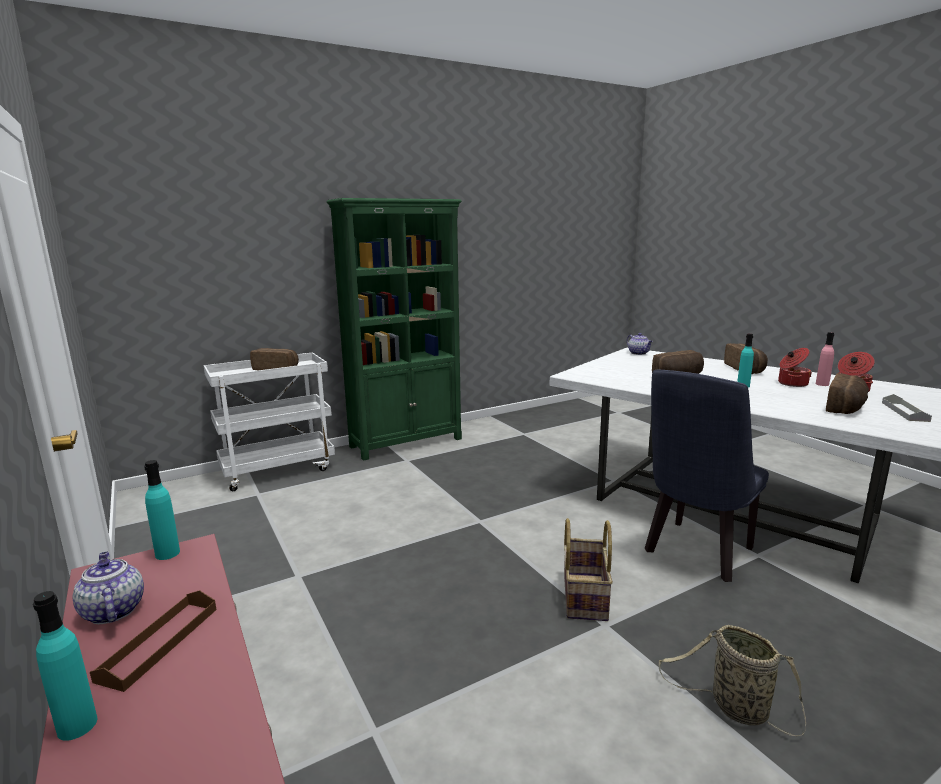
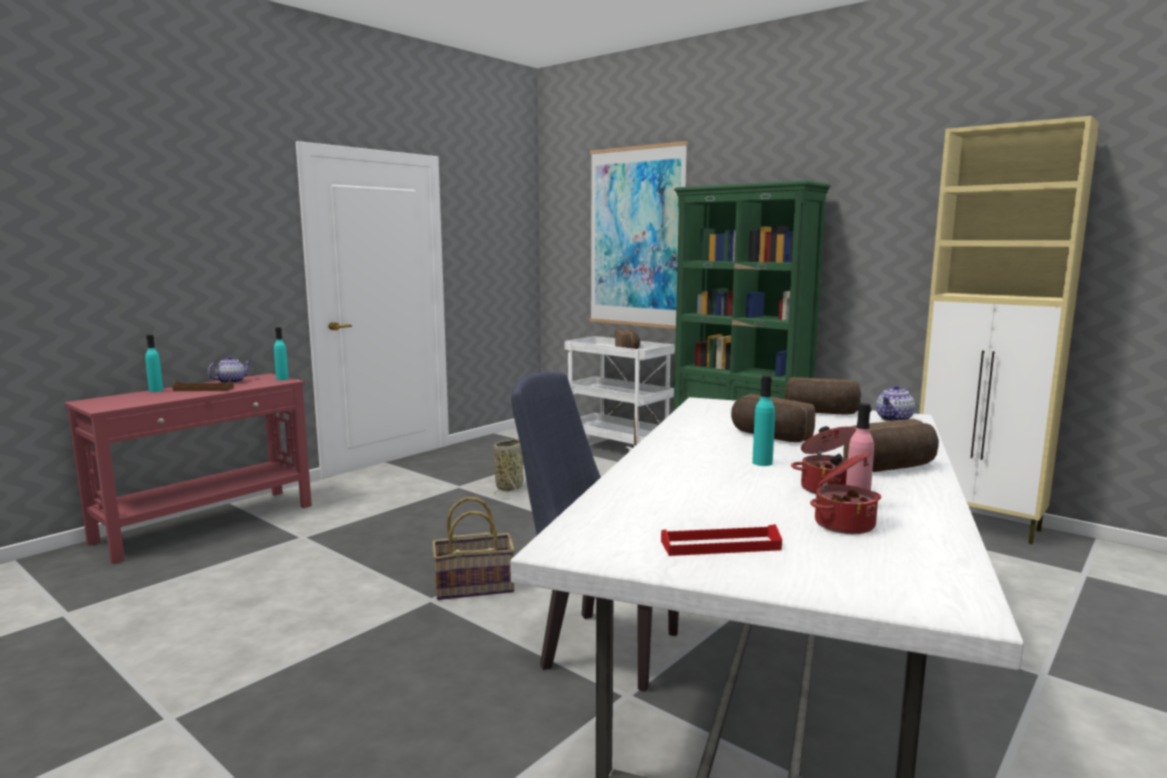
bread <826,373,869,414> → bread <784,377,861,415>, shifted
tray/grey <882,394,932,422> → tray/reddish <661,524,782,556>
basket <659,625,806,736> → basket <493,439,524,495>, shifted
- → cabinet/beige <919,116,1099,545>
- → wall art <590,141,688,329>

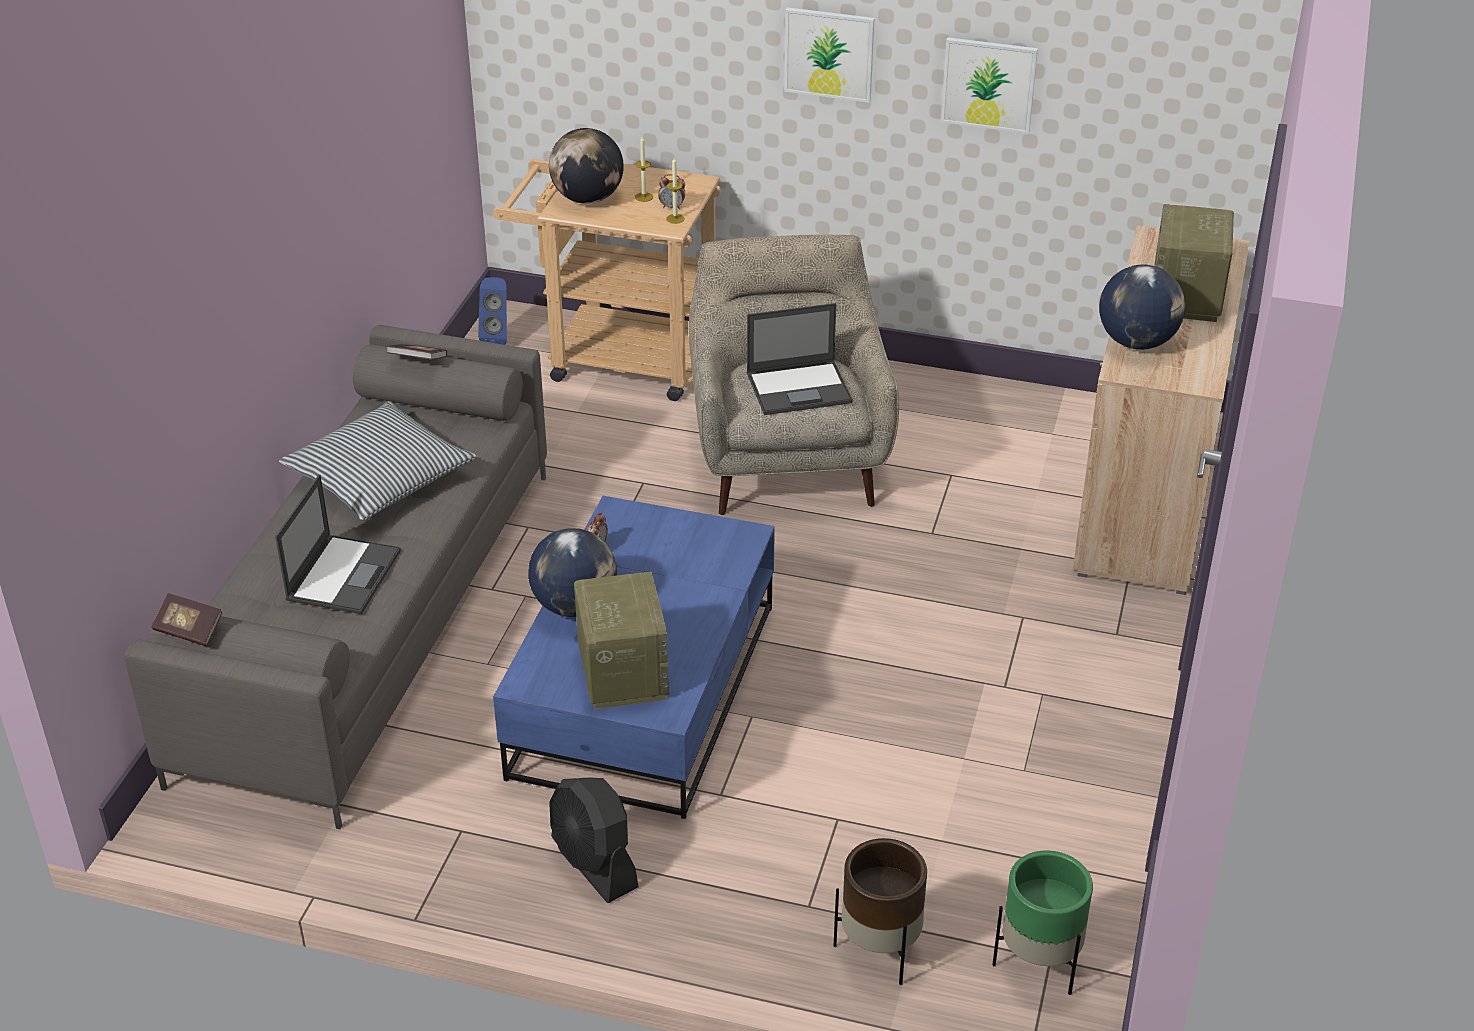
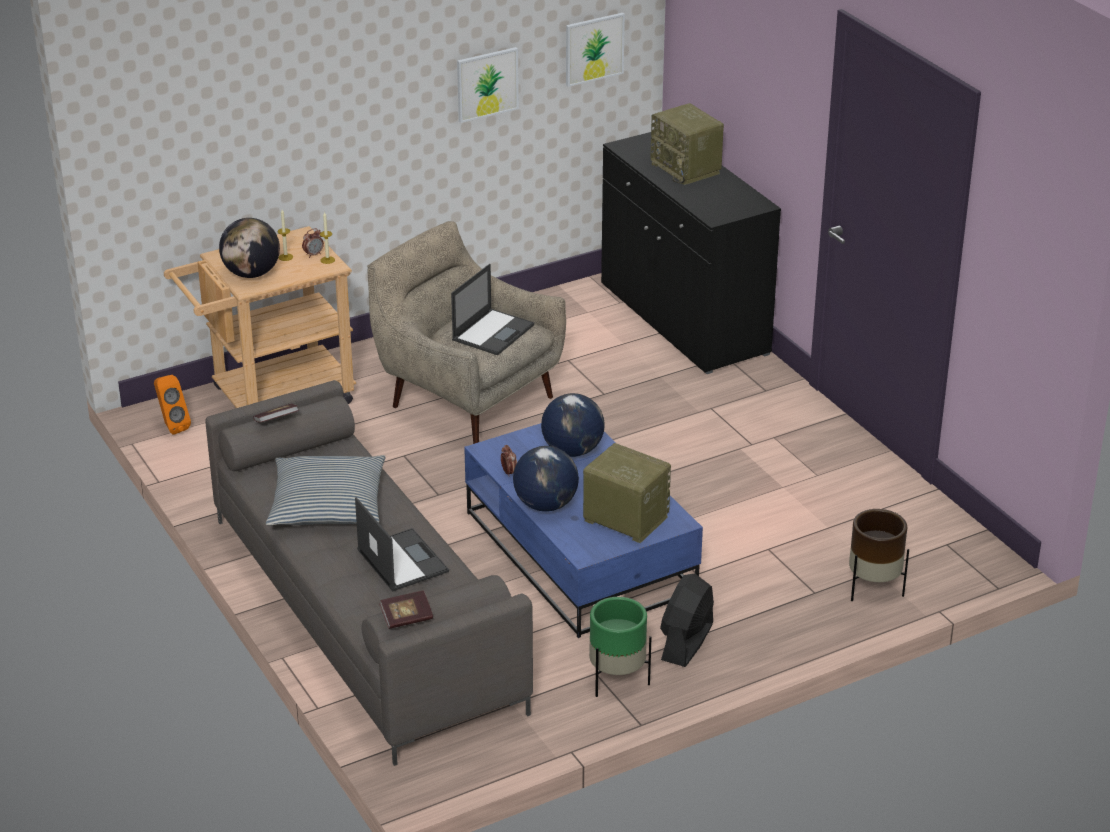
wall art <784,7,875,103> → wall art <566,13,625,87>, shifted
cabinet/beige <1072,225,1250,595> → cabinet/blackish <601,132,781,374>
desk globe <1099,265,1185,350> → desk globe <541,393,605,457>, shifted
speaker/bluish <478,277,507,345> → speaker/orange <154,375,191,435>
cooling fan/blackish <549,778,639,903> → cooling fan/blackish <660,574,714,667>, 105 degrees clockwise
plant pot/green <992,850,1093,995> → plant pot/green <589,597,652,697>, shifted

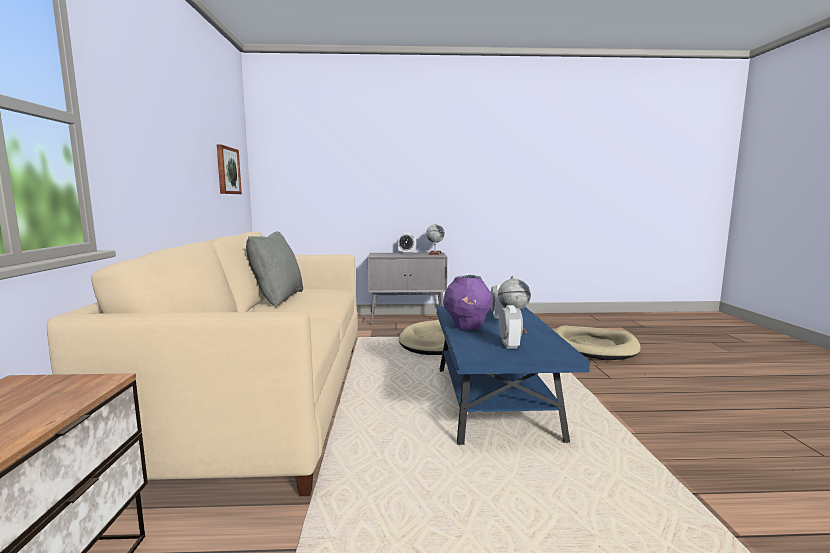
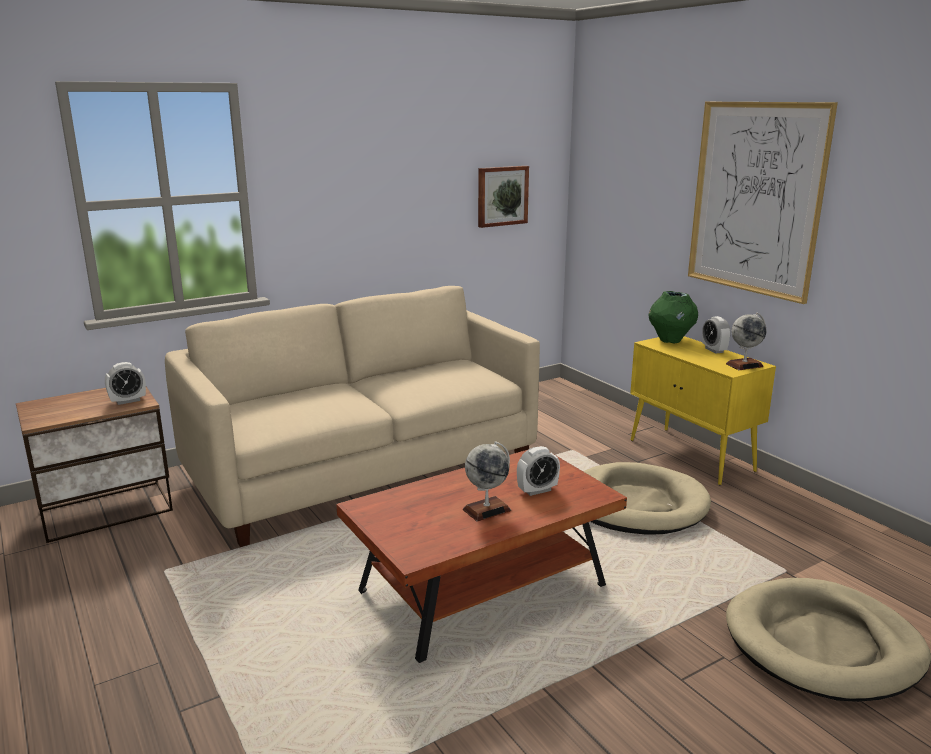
throw pillow/grey <246,232,303,307> → -
cabinet/grey <368,252,447,325> → cabinet/yellowish <630,336,776,485>
flower vase/purplish <443,275,493,330> → -
alarm clock <499,305,523,349> → alarm clock <105,362,146,405>, shifted
lounge table/bluish <437,306,590,446> → lounge table/brownish <336,446,627,663>
- → wall art <688,102,838,304>
- → flower vase/green <649,291,698,343>

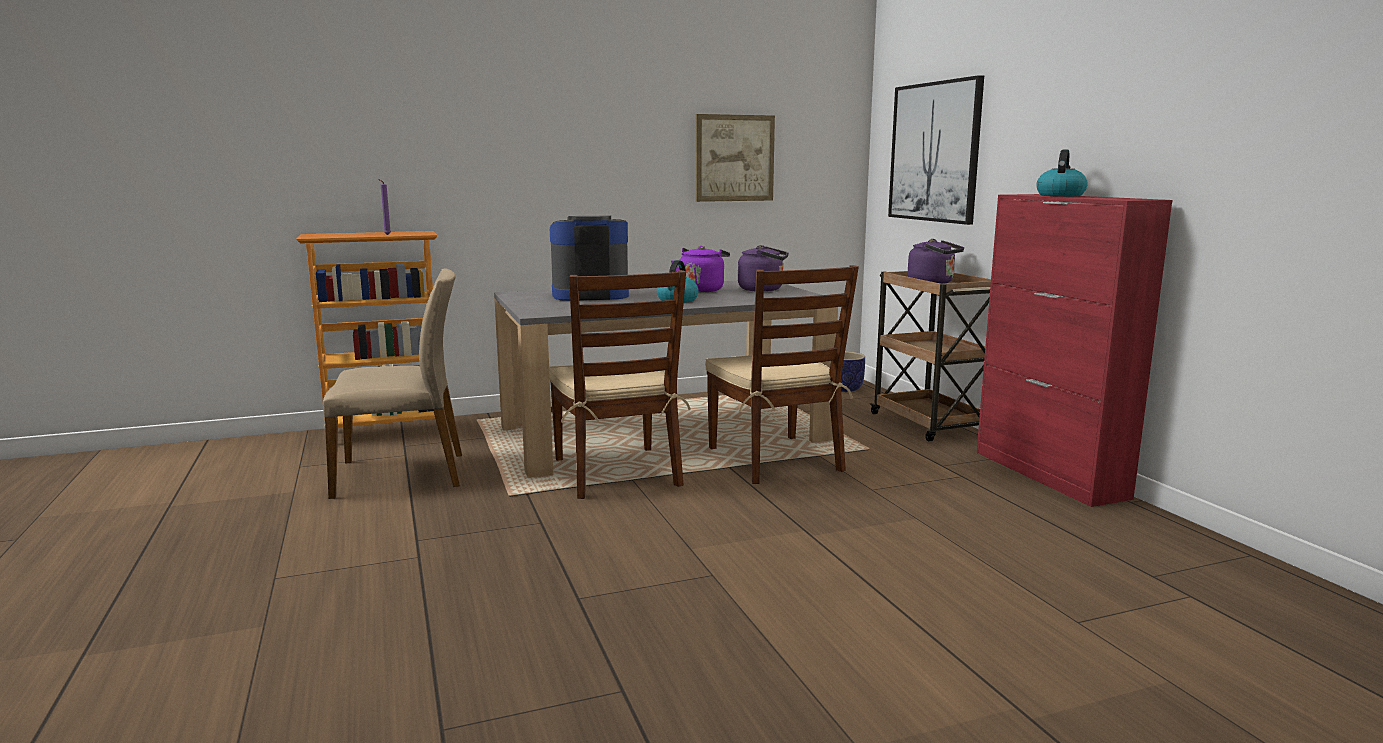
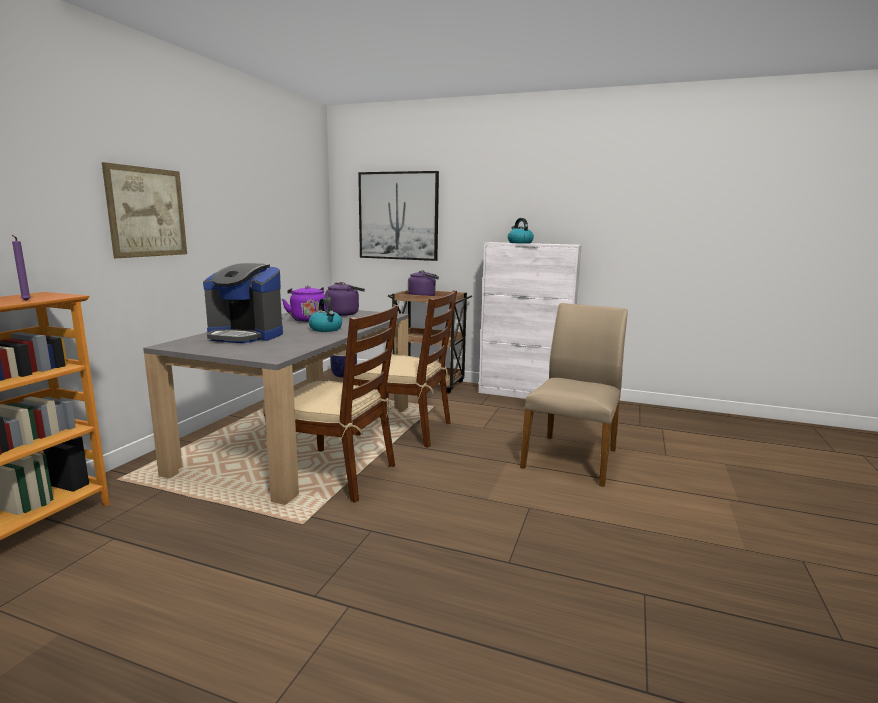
wall art <696,114,775,202> → wall art <102,162,187,258>, shifted
cabinet/reddish <977,194,1173,507> → cabinet/white-coloured <479,242,582,399>
coffee machine <550,215,629,301> → coffee machine <203,263,283,343>, 105 degrees counterclockwise
upright chair/beige <323,268,462,499> → upright chair/beige <520,303,628,487>, shifted

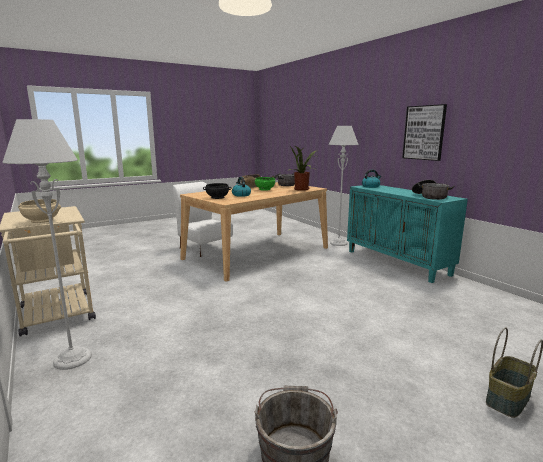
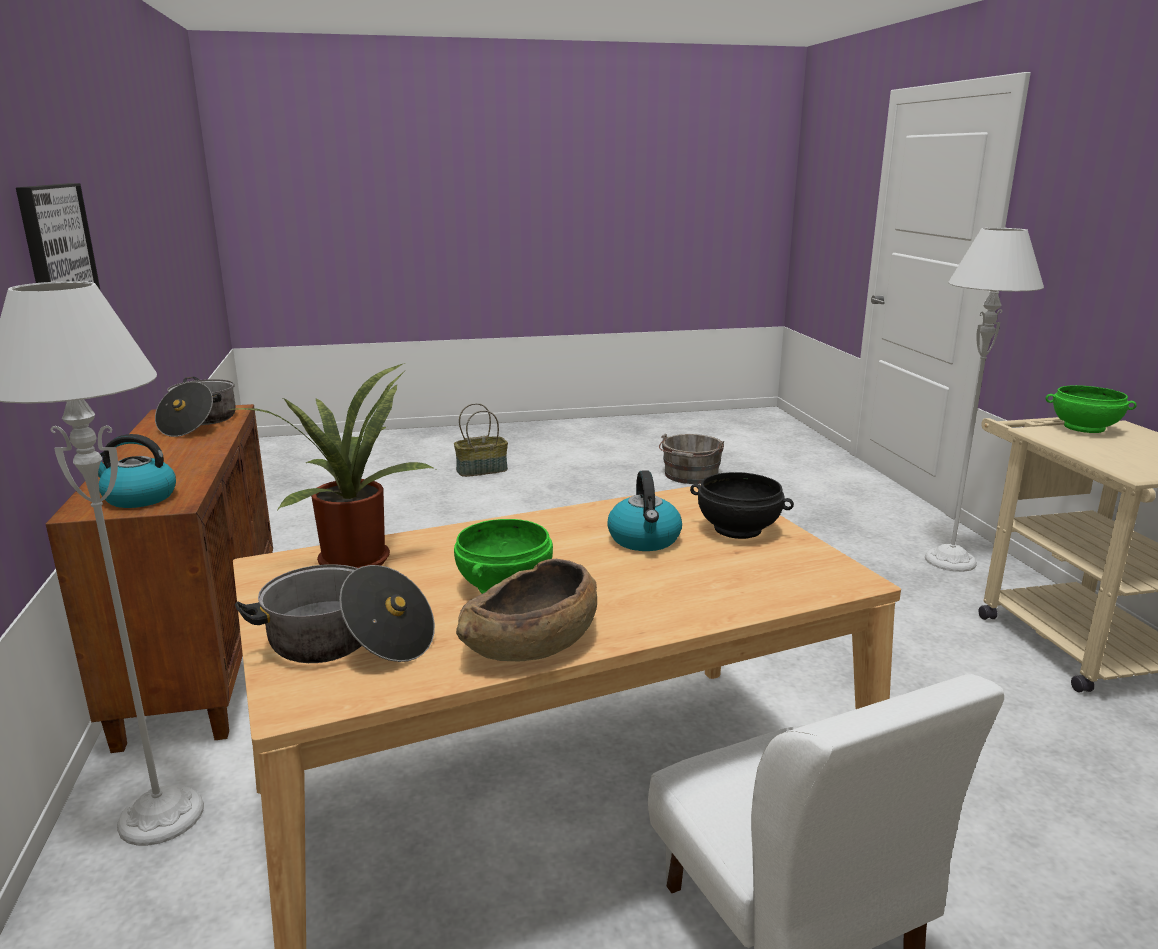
cabinet/turquoise-coloured <347,185,468,283> → cabinet/brownish <46,404,273,753>
serving bowl/beige <18,199,61,223> → serving bowl/green <1046,385,1137,433>

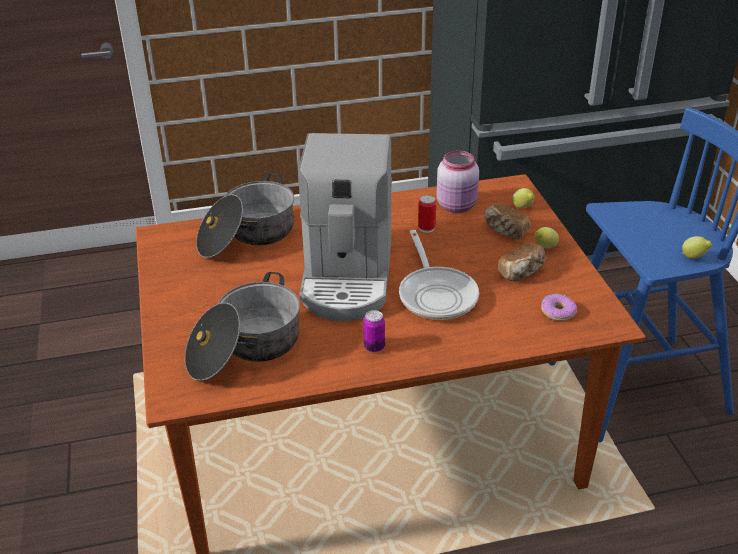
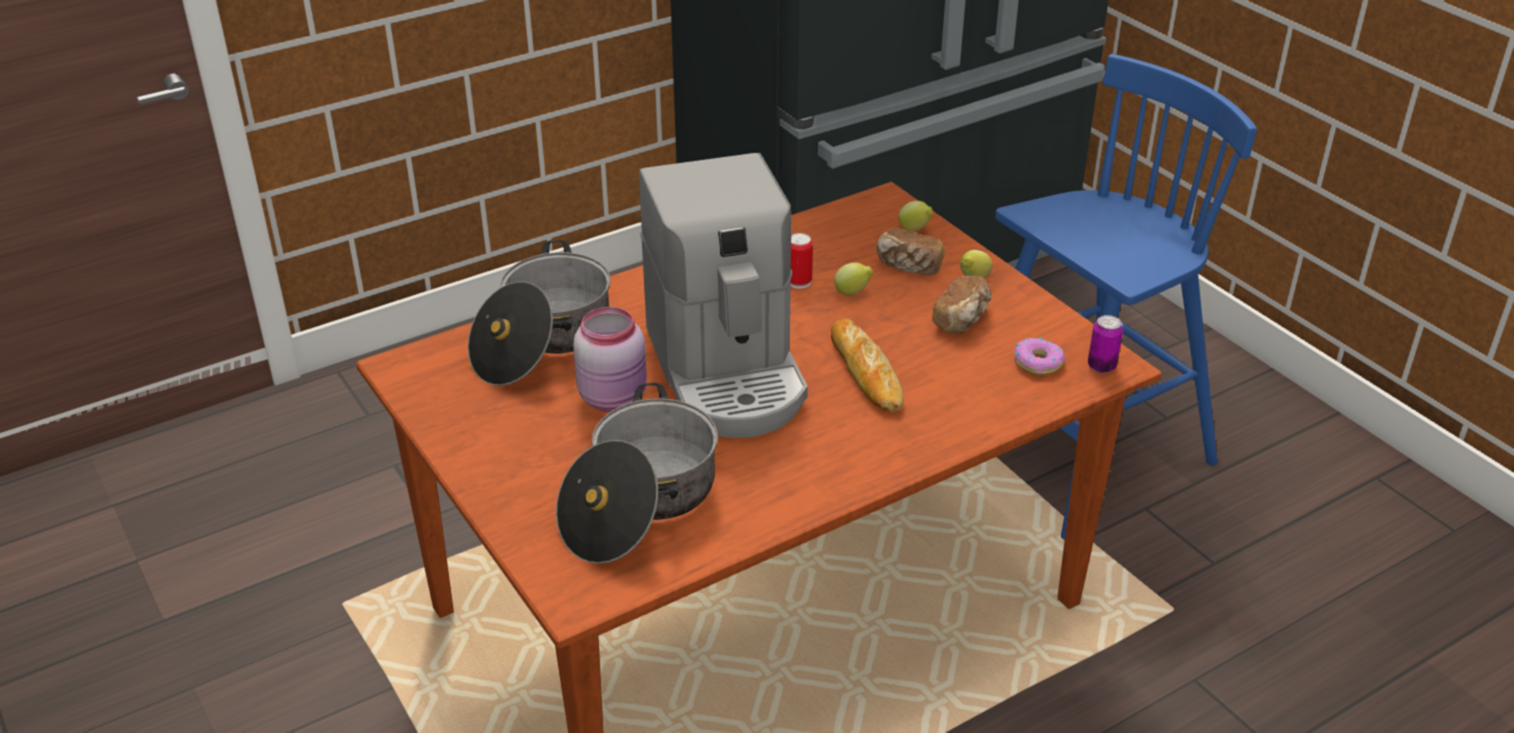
preserve jar/pinkish <437,151,479,213> → preserve jar/pinkish <573,307,647,412>, shifted
frying pan <399,230,479,320> → bread <831,317,903,412>
lemon <682,236,712,259> → lemon <834,262,874,296>, shifted
can <363,310,385,352> → can <1088,315,1123,373>, shifted

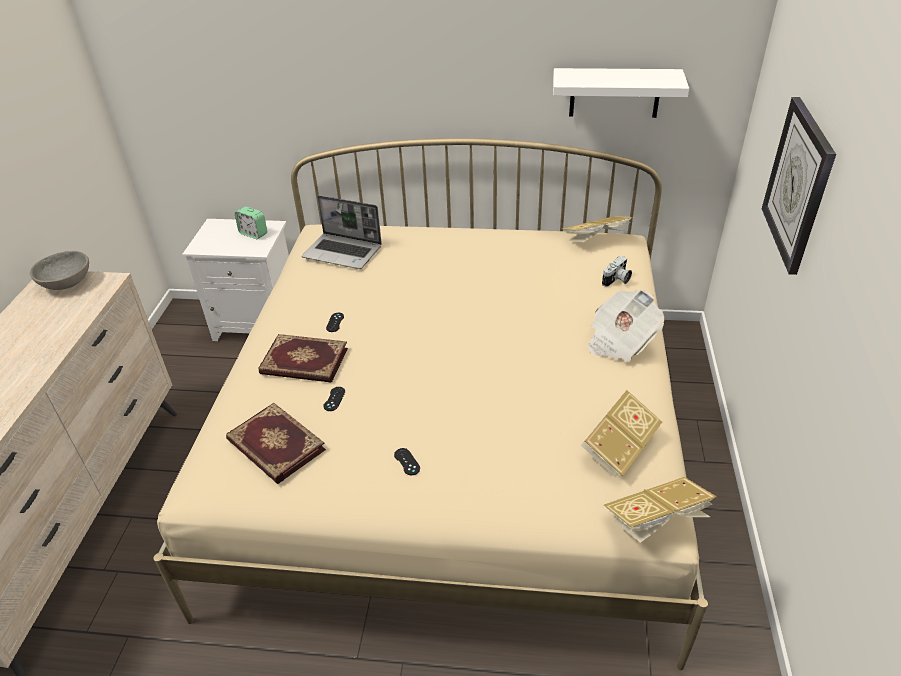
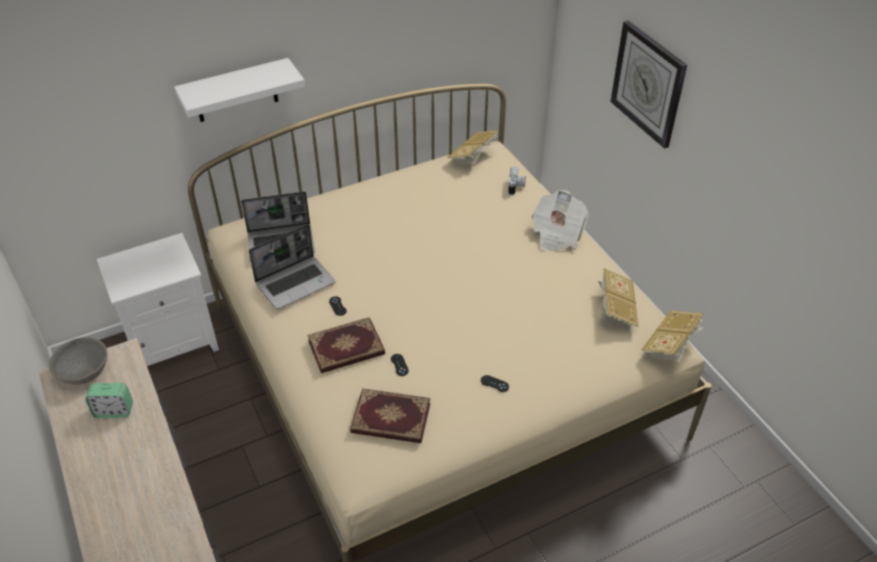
wall shelf/white-coloured <553,68,689,118> → wall shelf/white-coloured <174,58,305,122>, shifted
alarm clock <235,206,267,239> → alarm clock <85,383,133,418>, shifted
- → laptop <249,224,335,309>

